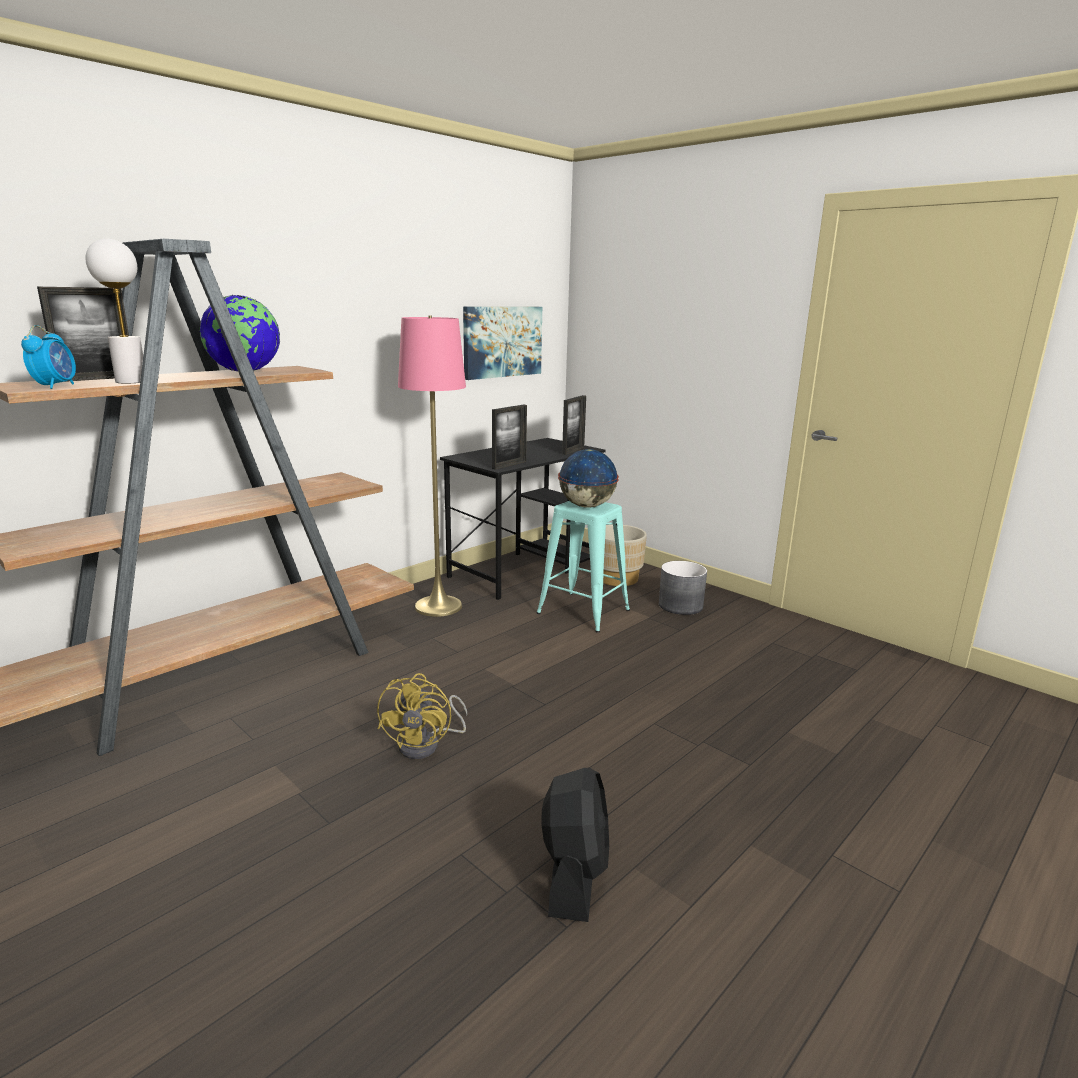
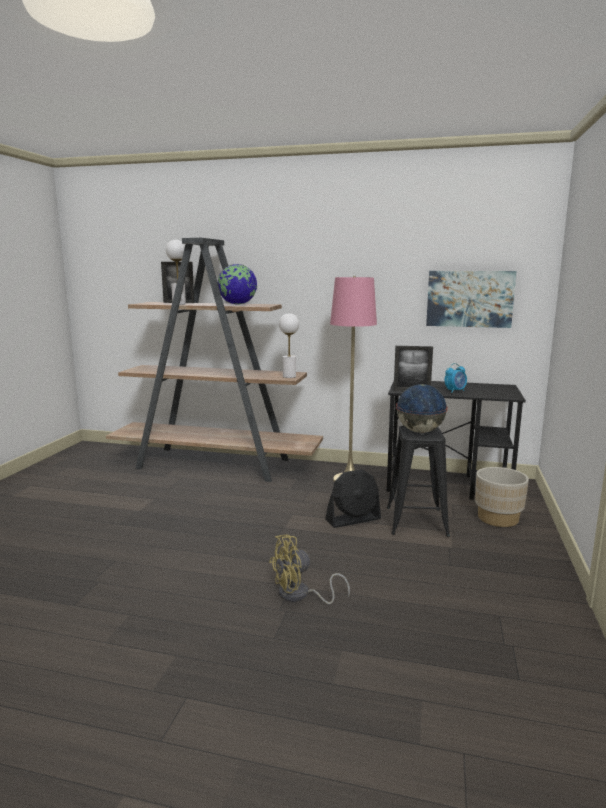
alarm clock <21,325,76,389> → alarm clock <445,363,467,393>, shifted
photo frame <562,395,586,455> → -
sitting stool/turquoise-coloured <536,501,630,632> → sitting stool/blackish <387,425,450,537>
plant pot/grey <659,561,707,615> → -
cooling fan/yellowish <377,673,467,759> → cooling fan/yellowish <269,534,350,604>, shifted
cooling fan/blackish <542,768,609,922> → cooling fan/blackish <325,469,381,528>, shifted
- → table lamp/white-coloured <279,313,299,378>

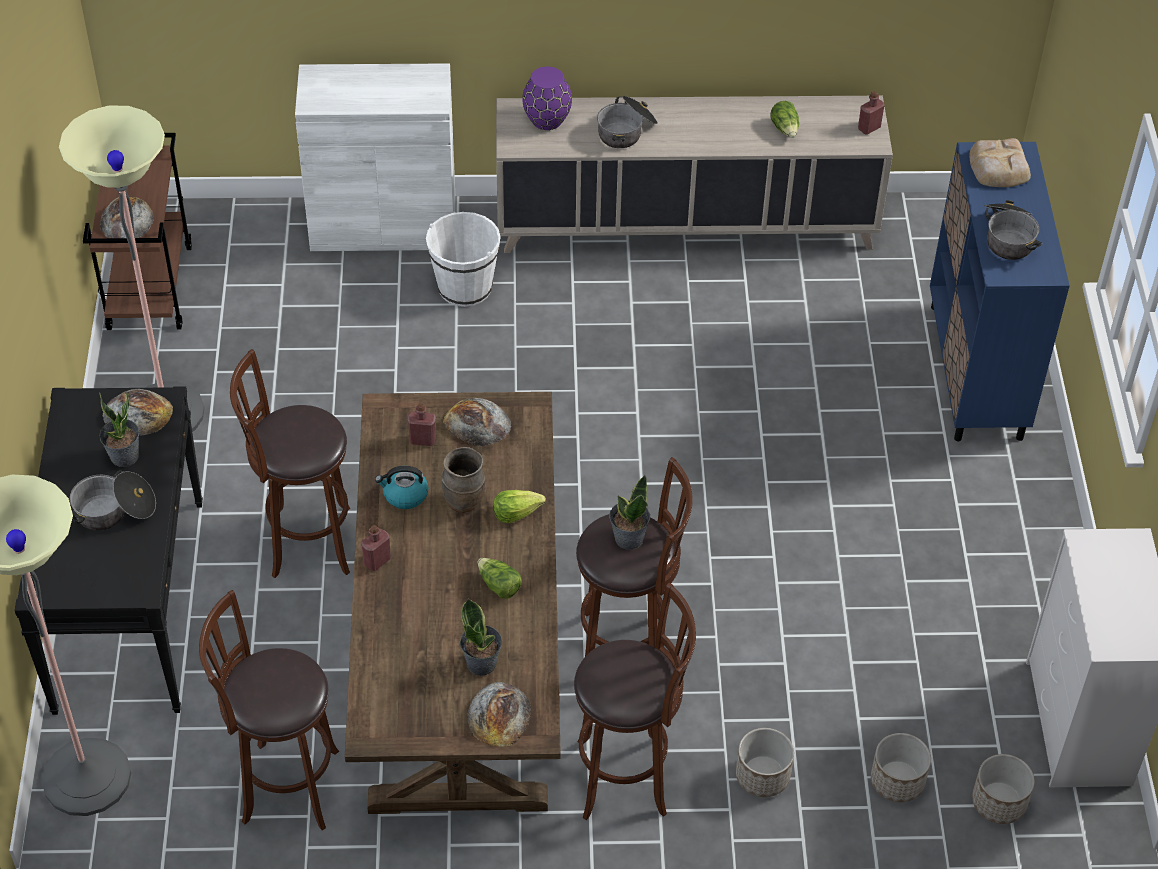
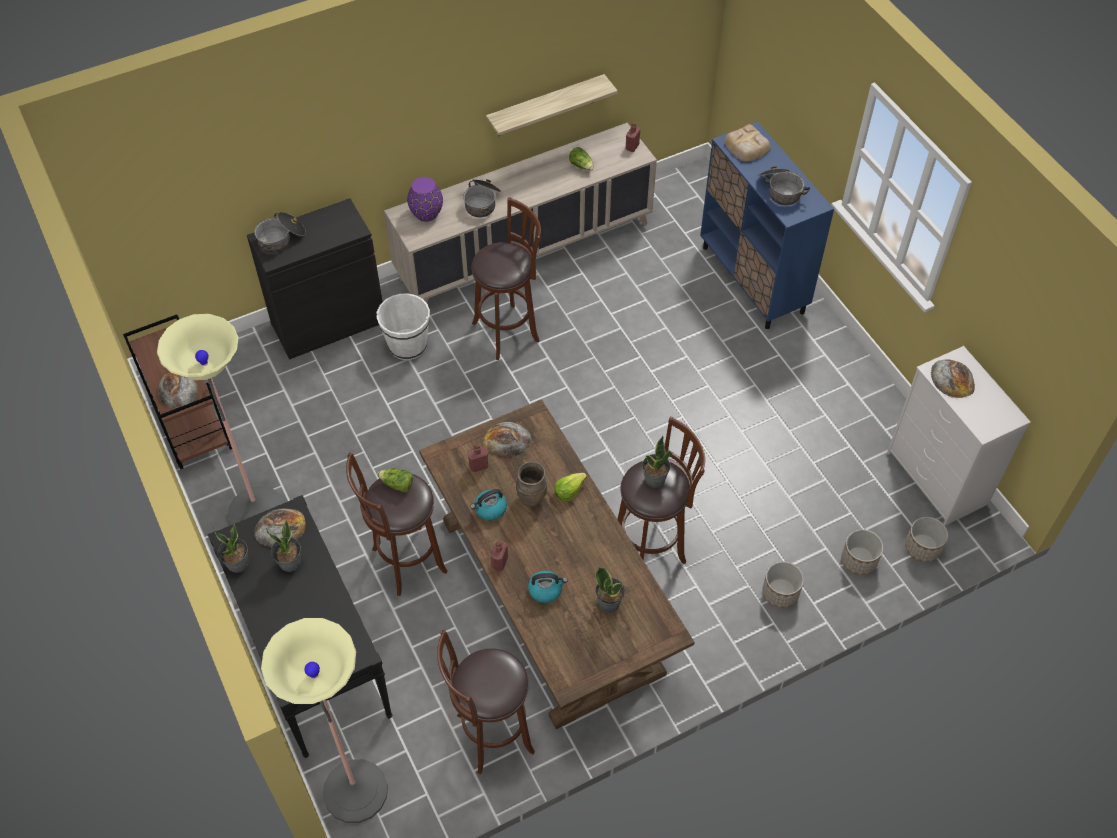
cabinet/white-coloured <295,63,456,251> → cabinet/blackish <247,198,383,360>
saucepot <70,470,156,531> → saucepot <254,212,306,253>, shifted
head of lettuce <478,558,522,599> → head of lettuce <377,468,413,492>, shifted
sitting stool/brownish <574,583,696,820> → sitting stool/brownish <471,197,541,360>, shifted
bread <467,682,531,747> → bread <931,359,975,398>, shifted
- → wall shelf <486,74,618,136>
- → houseplant <213,522,249,573>
- → water kettle <528,570,567,603>

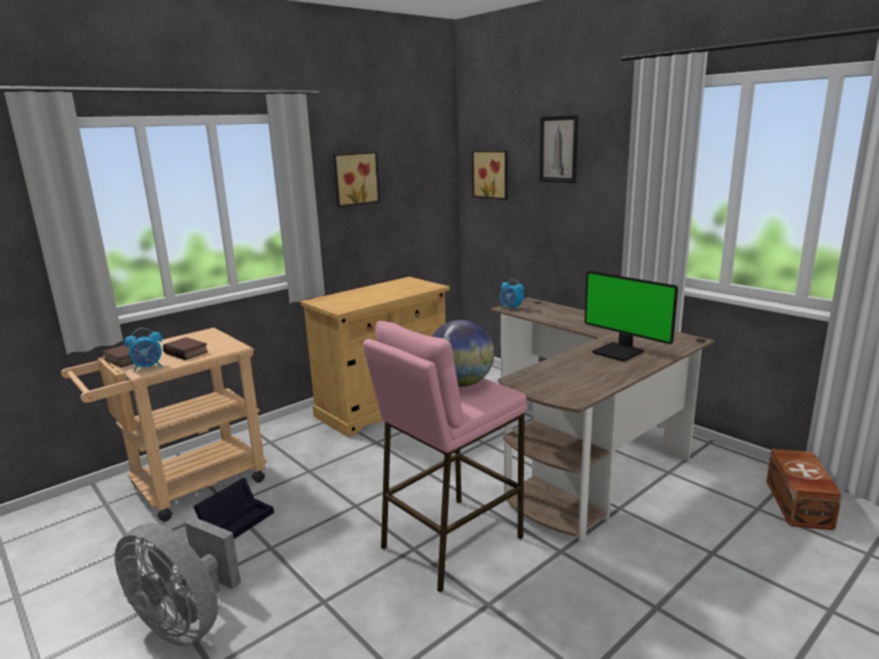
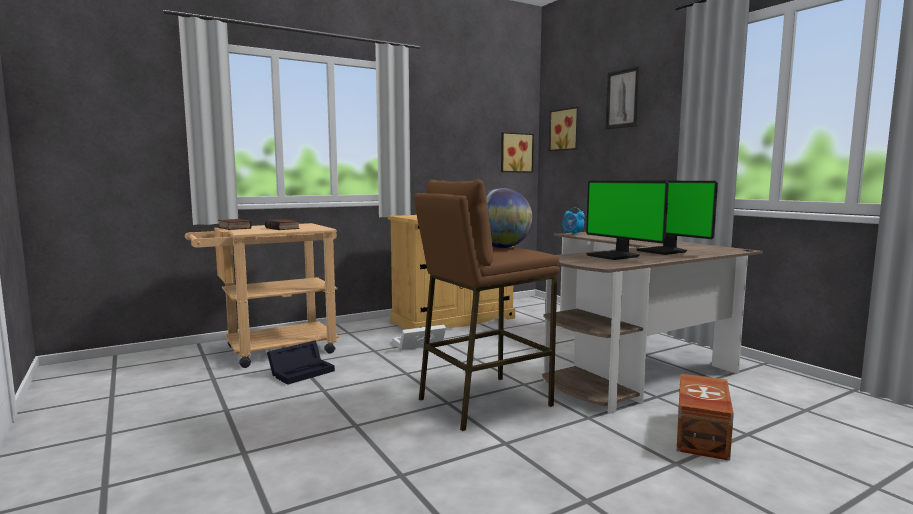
wall art <333,152,380,207> → wall art <501,132,534,173>, shifted
sitting stool/pinkish <363,321,527,593> → sitting stool/brownish <414,179,560,431>
alarm clock <125,328,162,372> → -
storage bin/brownish <766,449,842,530> → storage bin/brownish <677,374,734,461>, shifted
cooling fan/grey <115,517,241,646> → -
- → monitor <586,181,669,260>
- → storage bin/white-coloured <392,325,446,350>

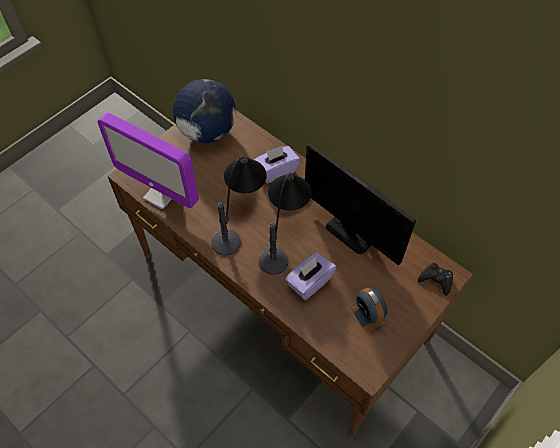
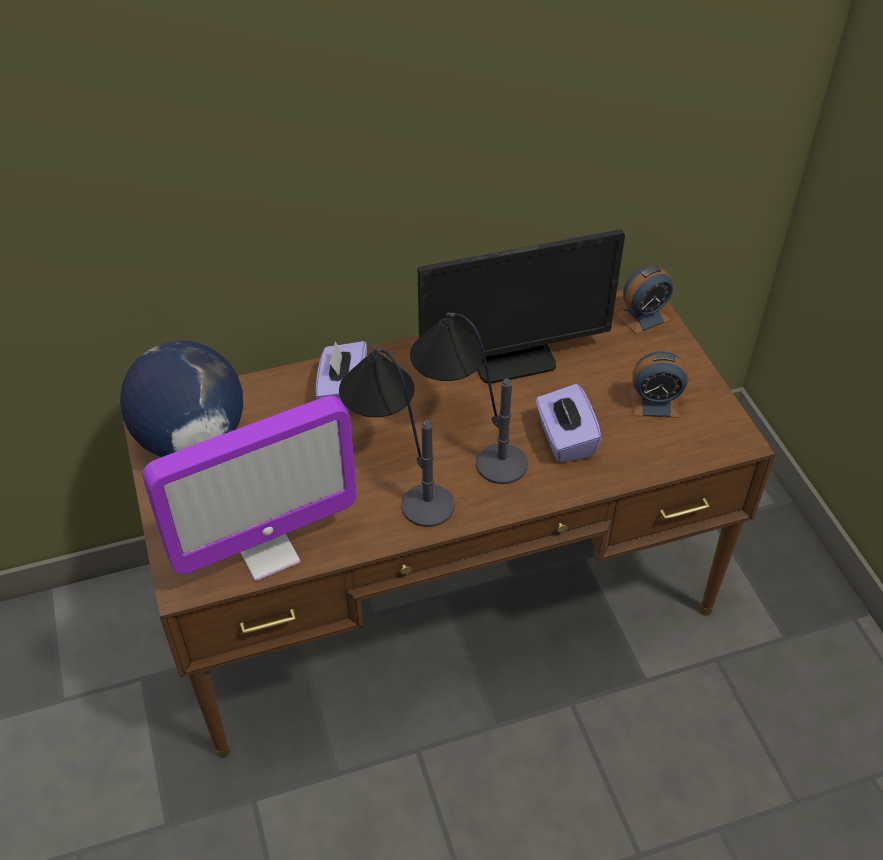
game controller/blackish <418,263,453,296> → alarm clock <616,266,673,334>

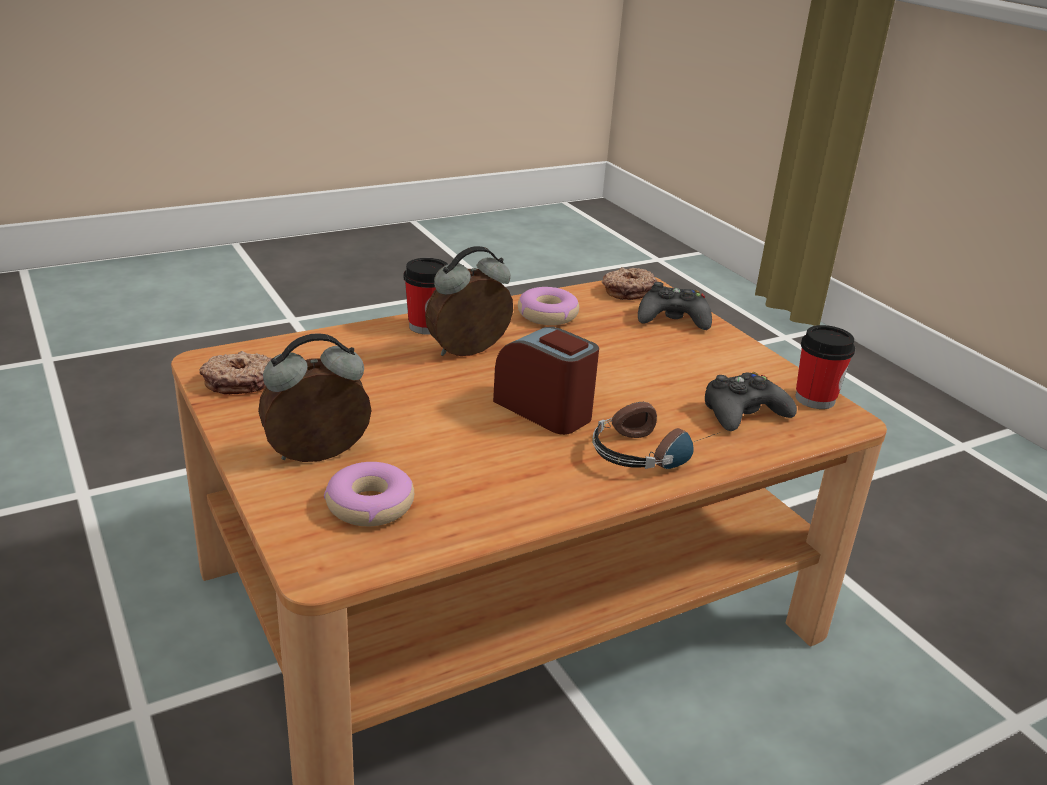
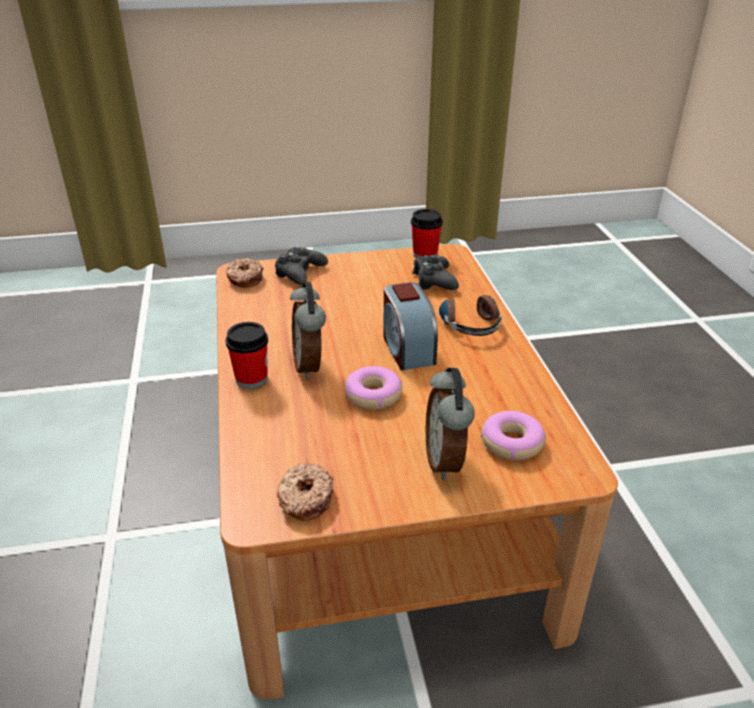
ring doughnut <518,287,579,325> → ring doughnut <344,366,402,409>, shifted
alarm clock <493,327,599,435> → alarm clock <383,282,438,371>, 75 degrees counterclockwise

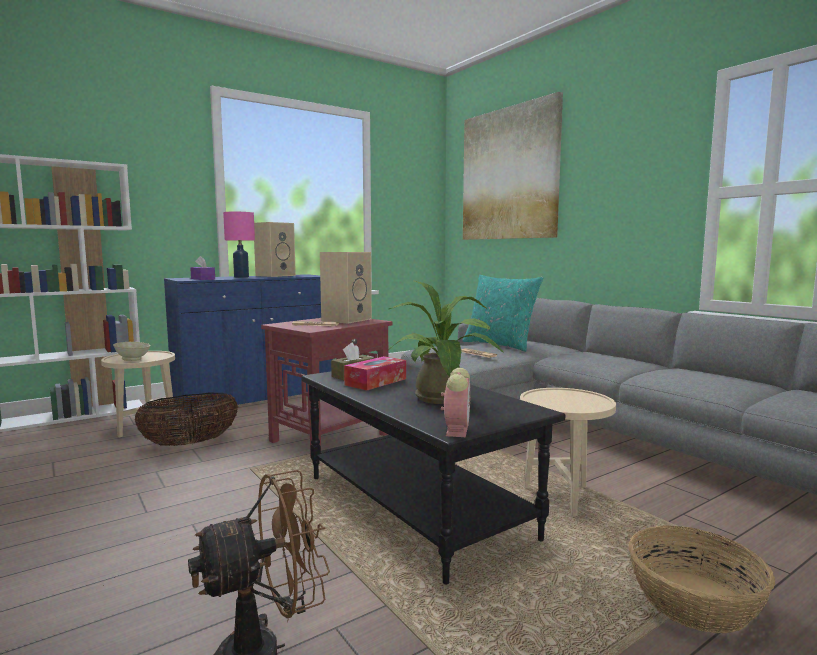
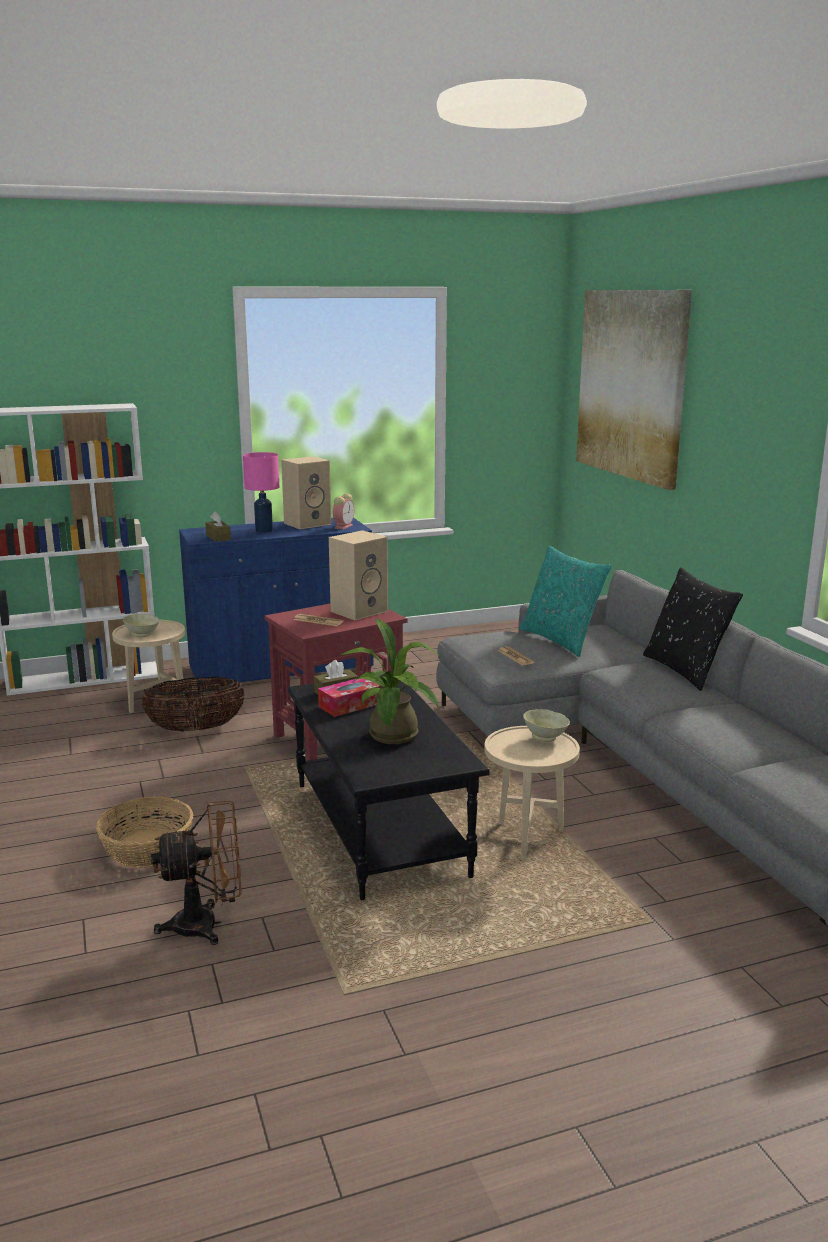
tissue holder/purplish <190,256,215,280> → tissue holder/brownish <205,511,231,542>
alarm clock <441,368,471,437> → alarm clock <333,493,354,529>, shifted
basket <628,526,775,633> → basket <96,796,193,868>, shifted
- → throw pillow/blackish <643,567,743,691>
- → serving bowl/beige <523,709,570,742>

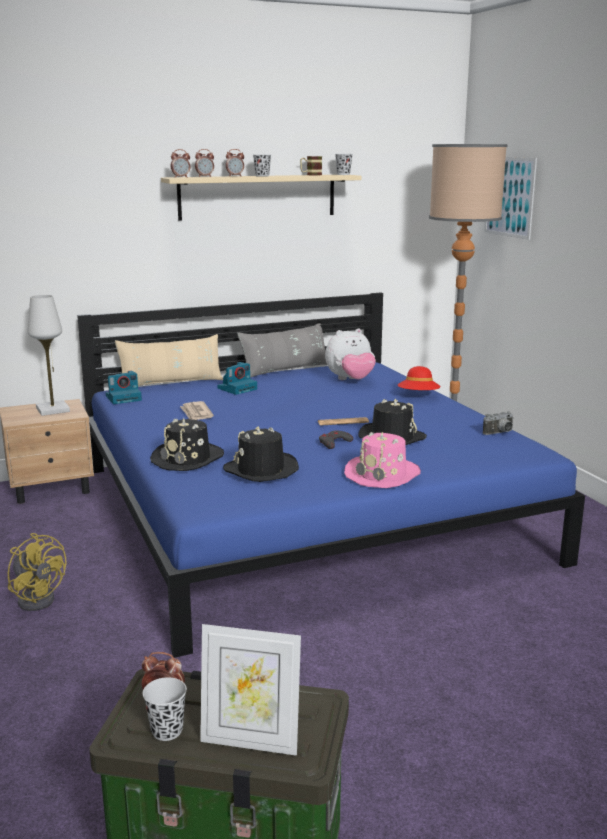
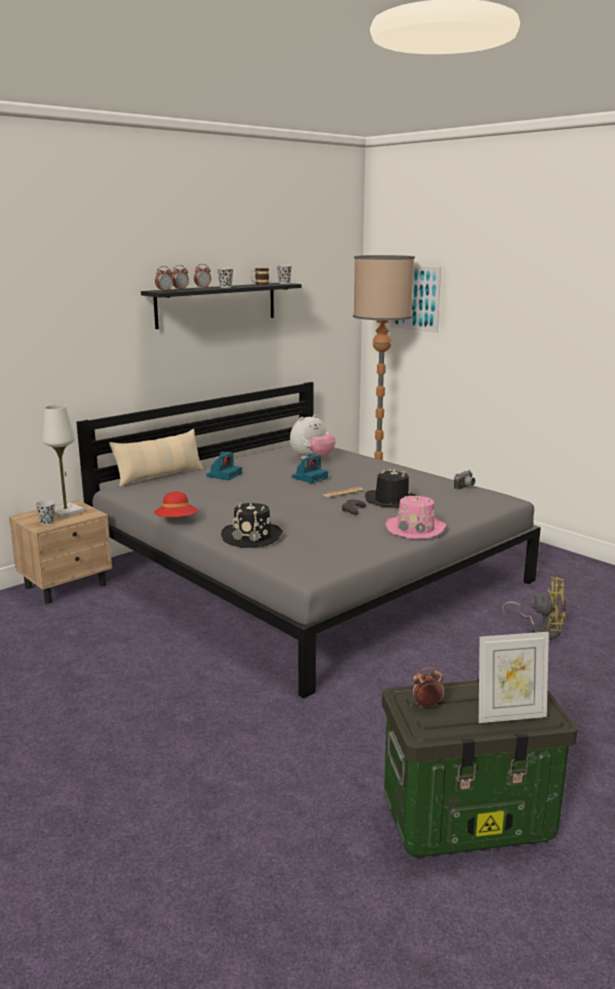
wall shelf/beige <161,175,361,220> → wall shelf/blackish <141,283,301,329>
sleeping bed/bluish <77,293,585,658> → sleeping bed/grey <76,382,541,699>
throw pillow/grey <237,323,327,378> → -
clothing hat/reddish <398,366,440,390> → clothing hat/reddish <154,491,198,517>, shifted
photo camera <106,371,142,404> → photo camera <292,454,328,483>, shifted
printed paper <180,401,214,420> → -
clothing hat/blackish <223,426,299,482> → -
cooling fan/yellowish <8,533,66,611> → cooling fan/yellowish <502,577,566,639>, shifted
cup/blackish <143,677,187,741> → cup/blackish <35,500,55,525>, shifted

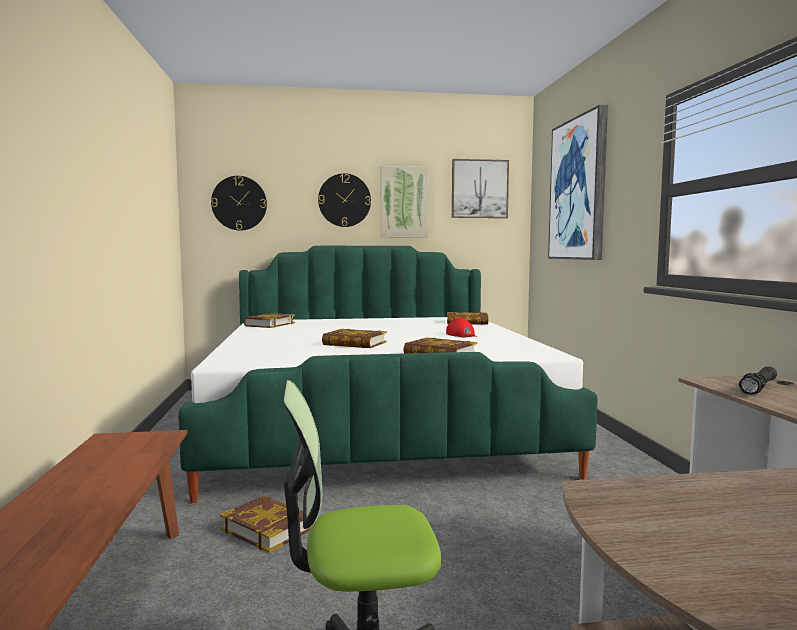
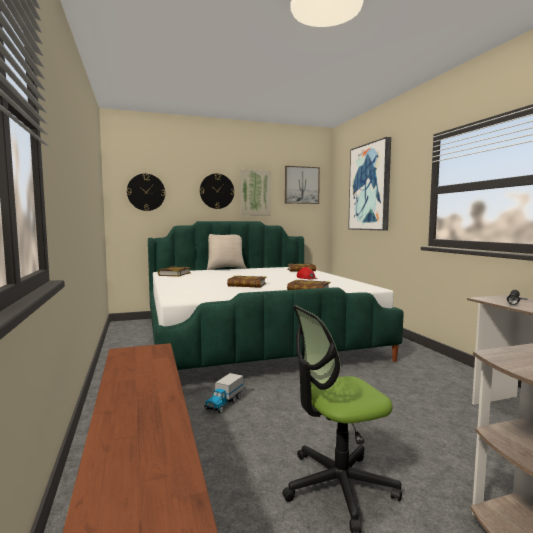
volume <220,496,311,553> → model truck <204,373,243,413>
- → throw pillow/beige <207,234,247,270>

